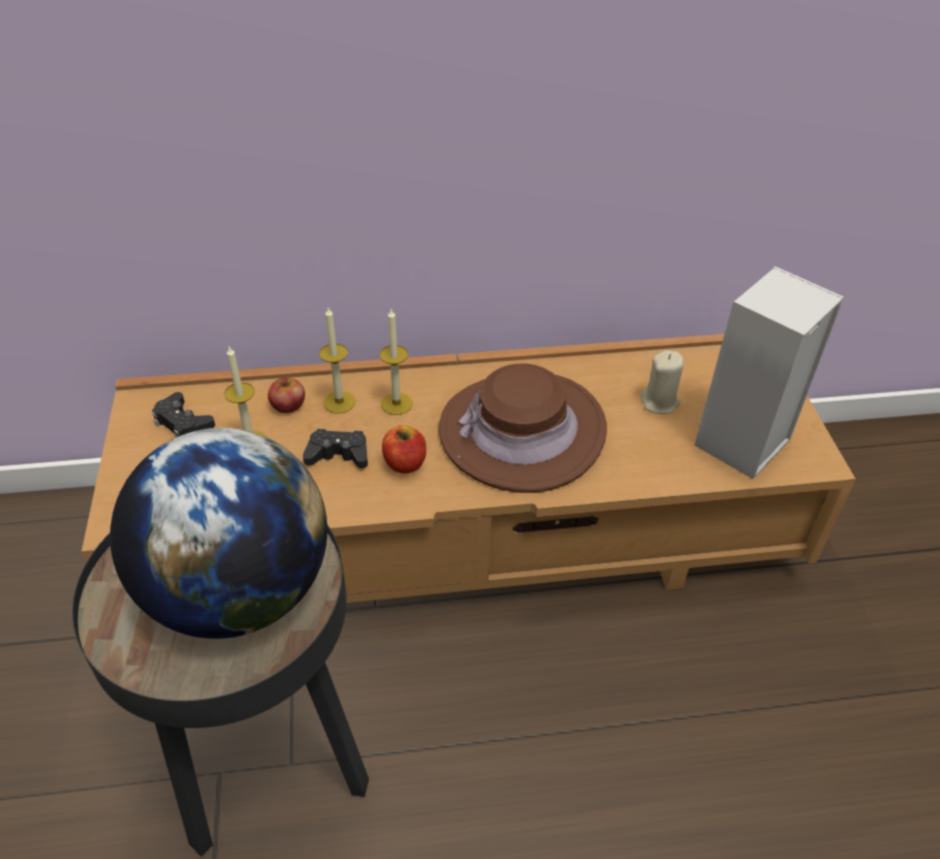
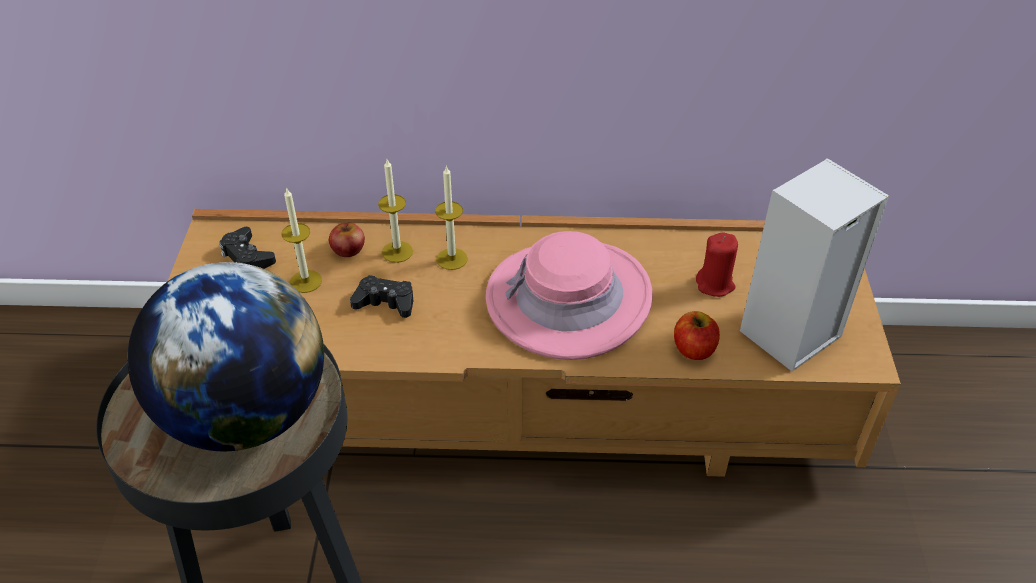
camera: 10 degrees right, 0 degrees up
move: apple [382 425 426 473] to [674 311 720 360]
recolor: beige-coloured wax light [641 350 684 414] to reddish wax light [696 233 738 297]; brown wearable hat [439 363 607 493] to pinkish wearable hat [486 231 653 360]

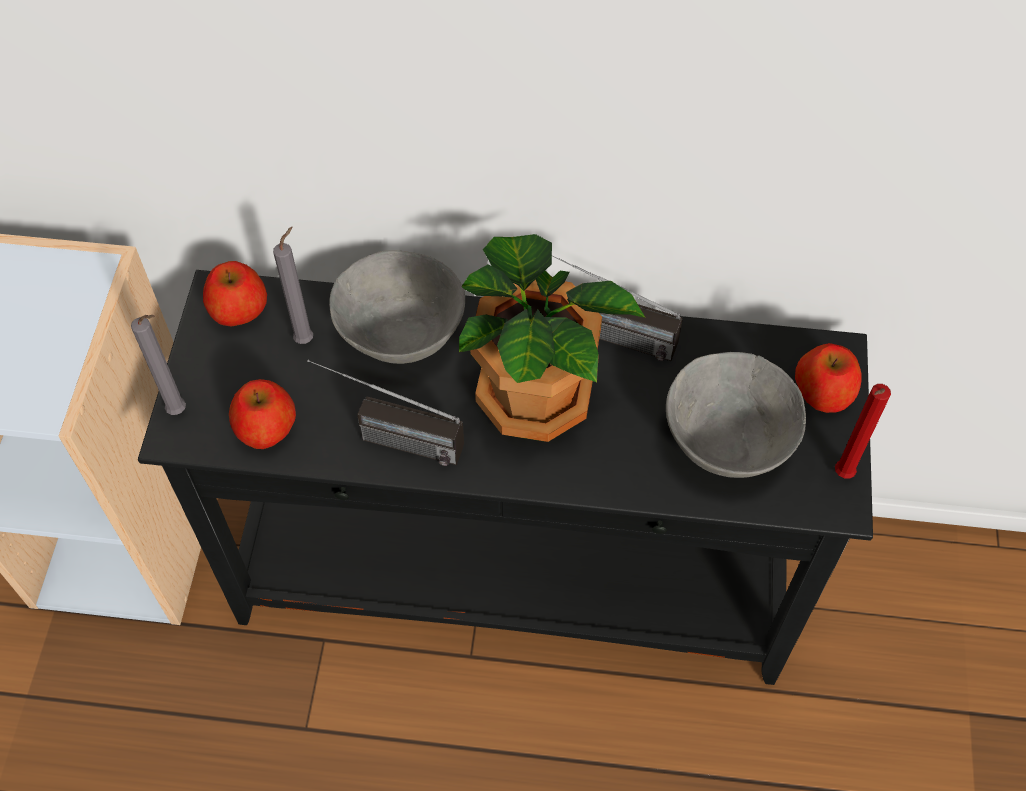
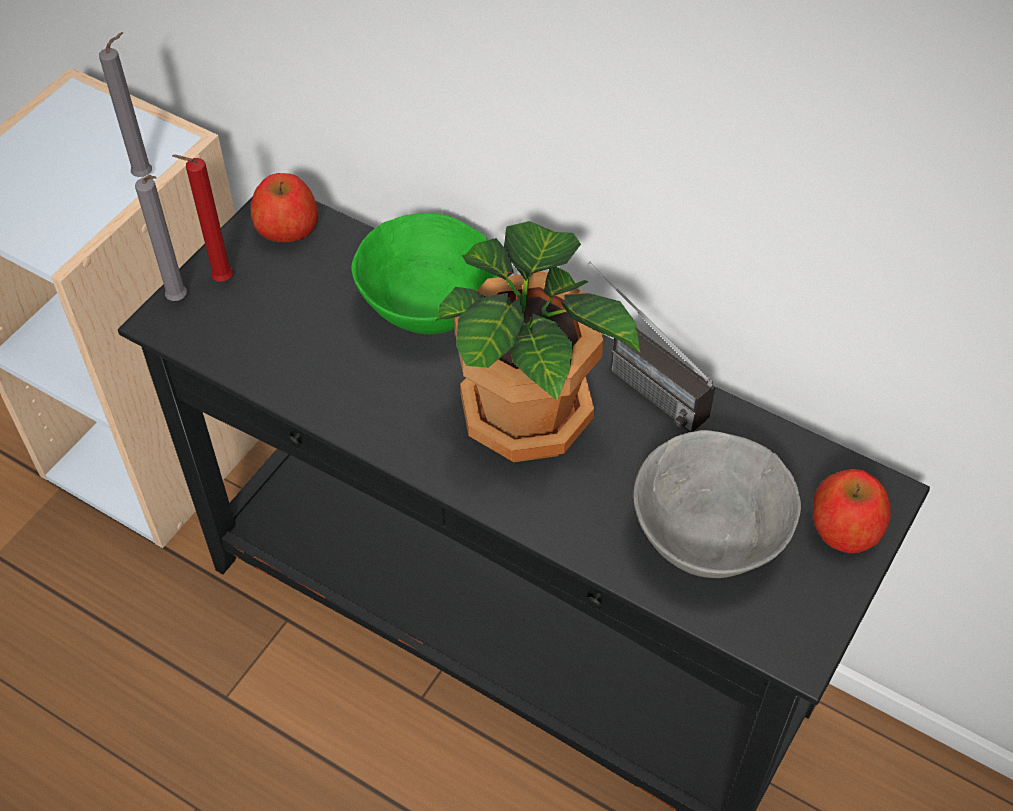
camera: 25 degrees right, 5 degrees down
delete: radio set [307 360 464 466]; apple [229 379 296 449]
move: greyish wax light [273 227 313 344] to [99 32 152 177]; reddish wax light [835 384 891 479] to [172 154 233 282]
recolor: greyish deep dish [329 250 465 364] to green-coloured deep dish [351 213 498 334]

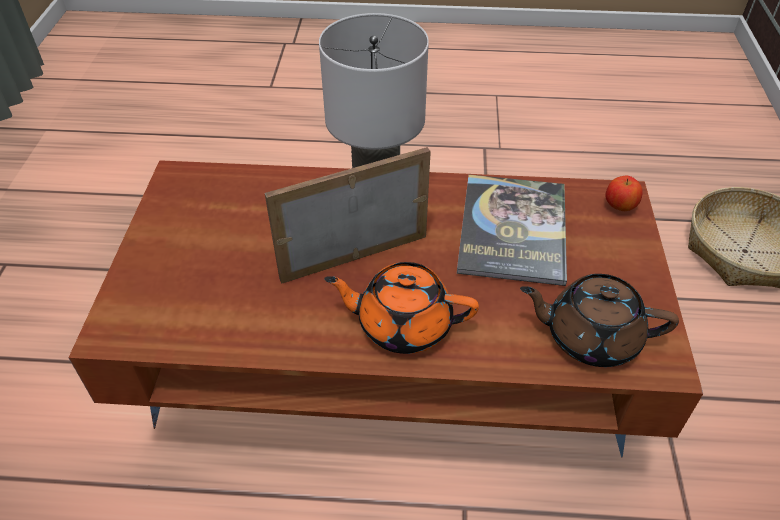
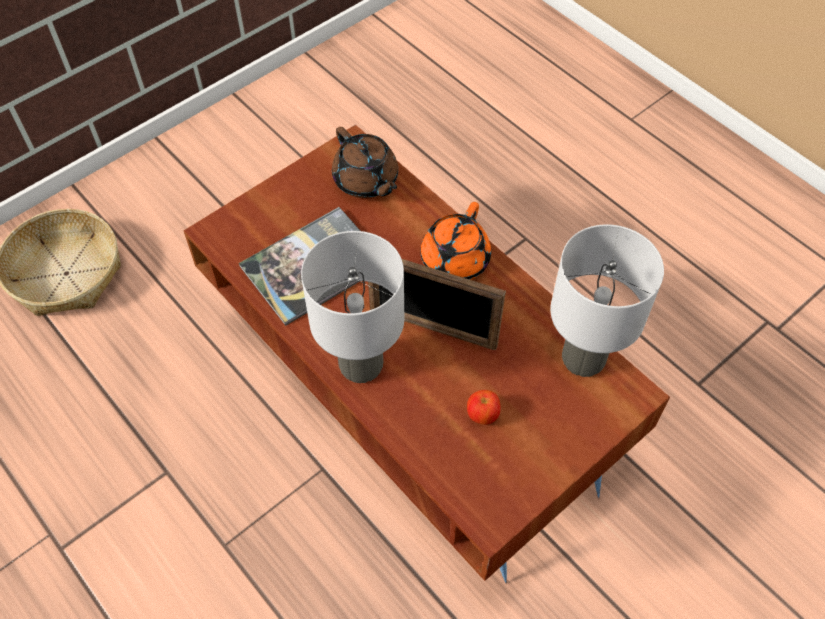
camera: 135 degrees left, 10 degrees up
insert: white-coloured table lamp [550 224 664 377]
move: apple [605 176 643 211] to [467 390 501 425]
rotate: orangey tea pot [324 262 479 354] = [420 202 491 280] 60 degrees clockwise

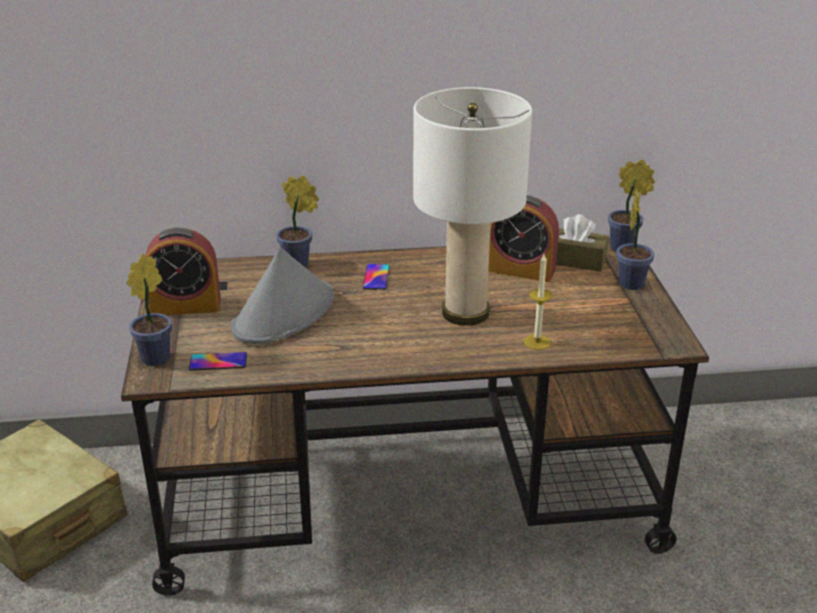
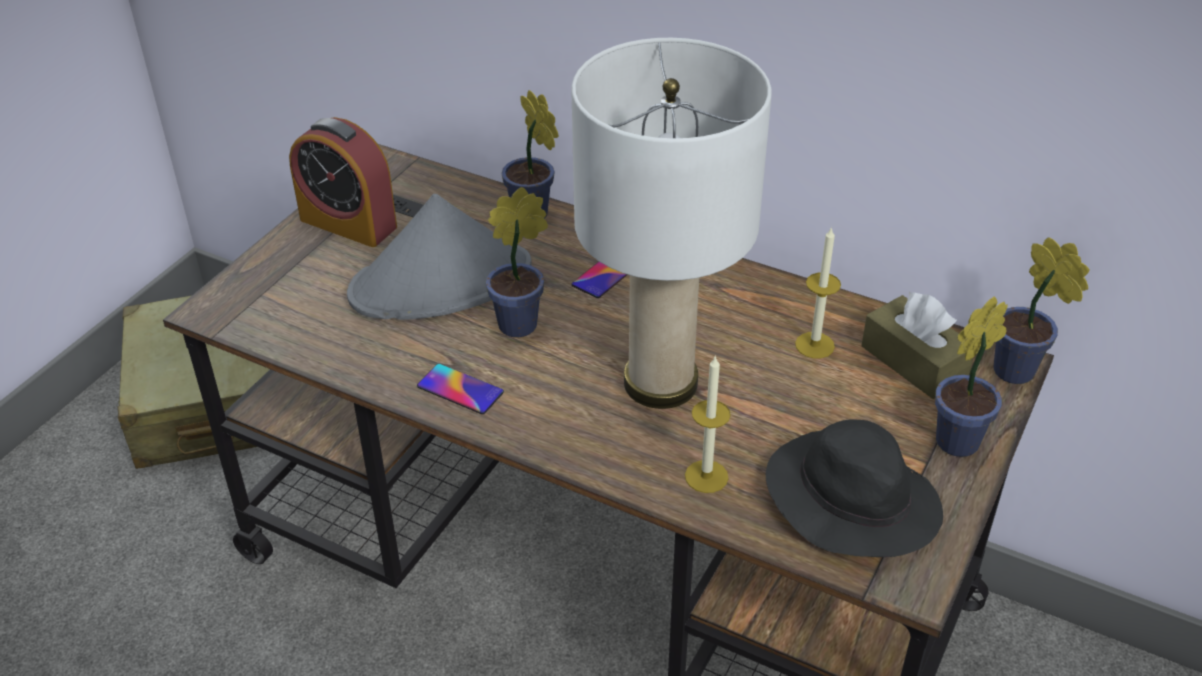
camera: 35 degrees right, 10 degrees up
insert: black-coloured wearable hat [766 419 943 557]
move: potted plant [127 254 172 366] to [486 187 548 337]; handset [189 352 247 371] to [417 364 504 414]
replace: table clock [488 195 559 282] to wax light [795 227 841 359]

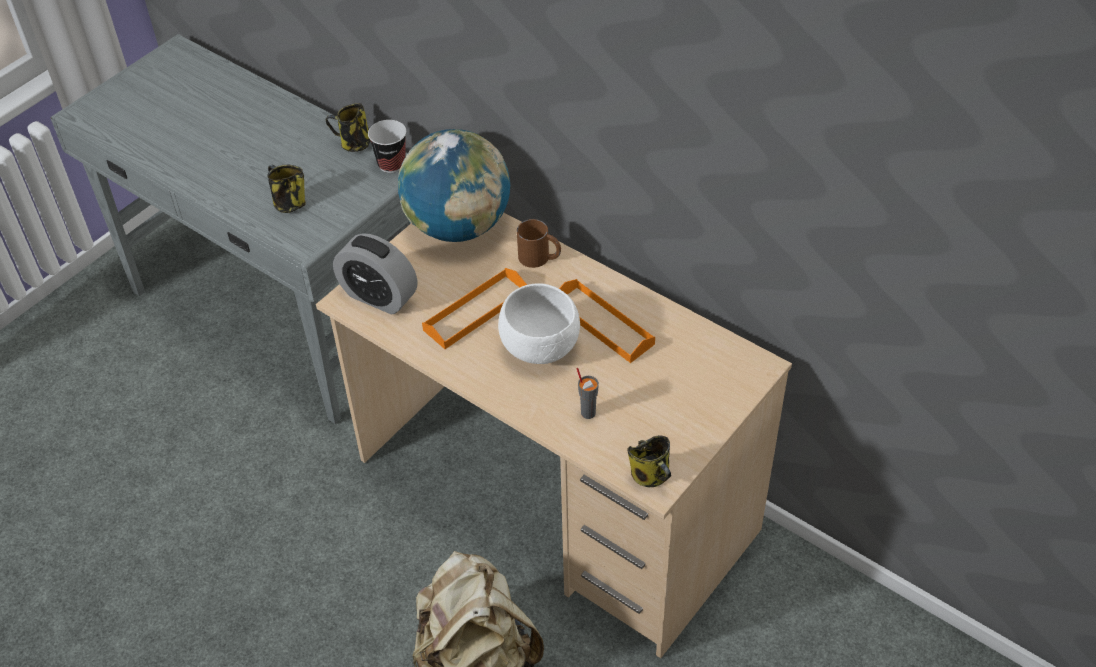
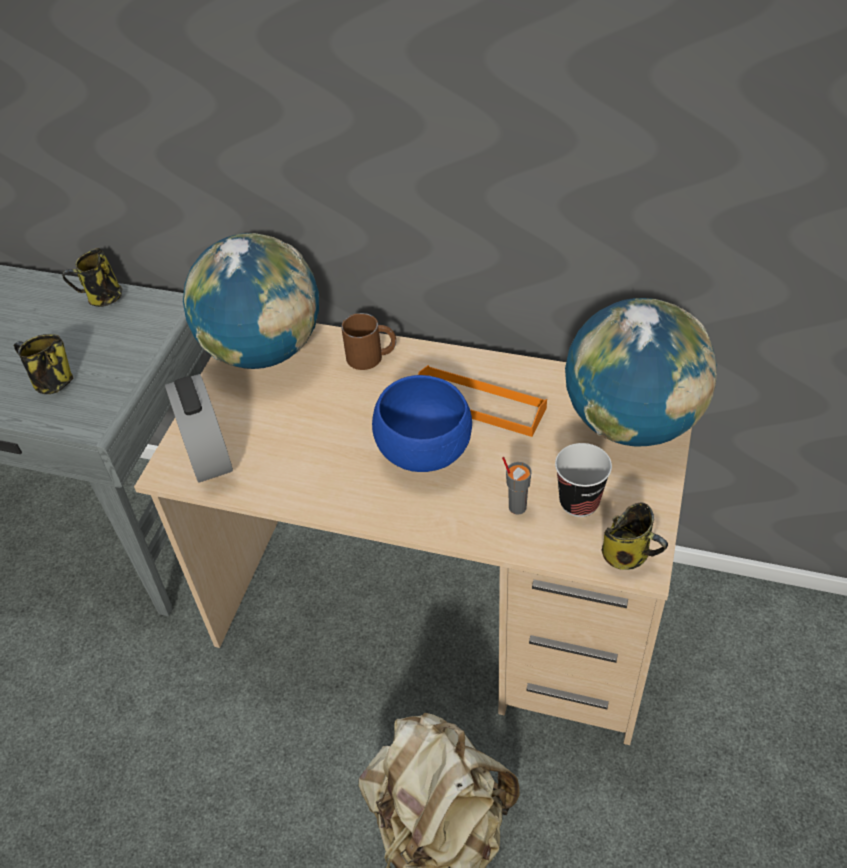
camera: 20 degrees left, 0 degrees up
delete: orangey carrying tray [422 268 527 349]
insert: world globe [565 298 717 446]
move: cup [368 120 406 173] to [555 443 612 517]
recolor: white-coloured deep dish [498 283 580 364] to blue deep dish [372 375 472 472]
rotate: table clock [333 234 417 315] = [165 374 233 483] 120 degrees counterclockwise

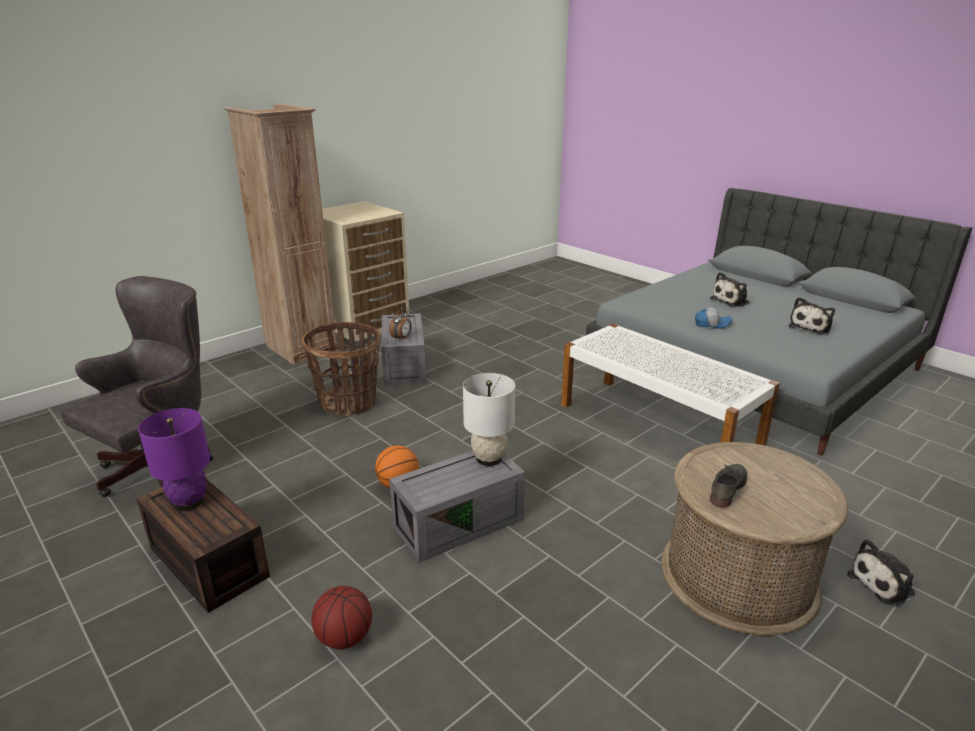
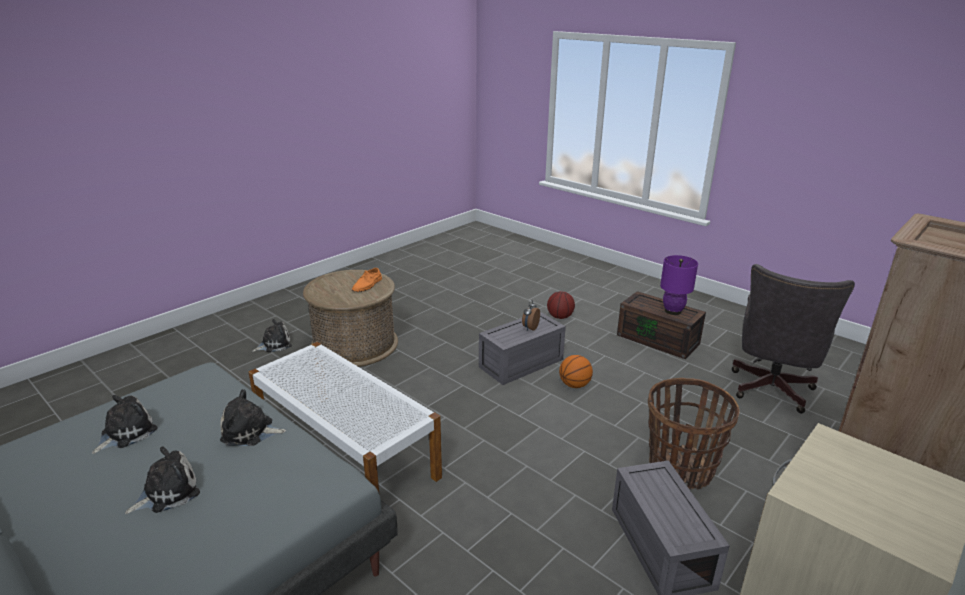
camera: 175 degrees right, 0 degrees up
delete: white-coloured table lamp [463 373 515 466]
move: table clock [389 308 412 340] to [522 300 540 331]
replace: peaked cap [695 307 732 329] to cuddly toy [220 389 286 446]
recolor: greyish item of footwear [710 464 747 508] to orangey item of footwear [352 268 382 292]

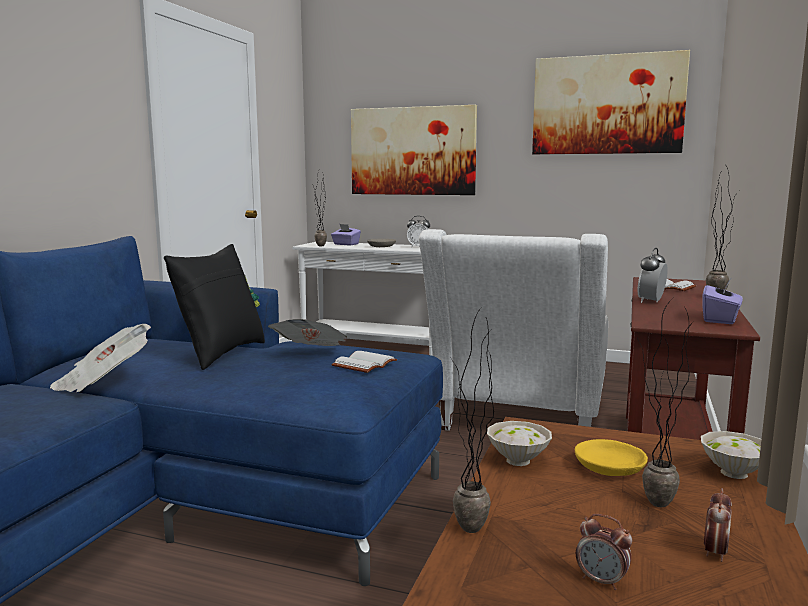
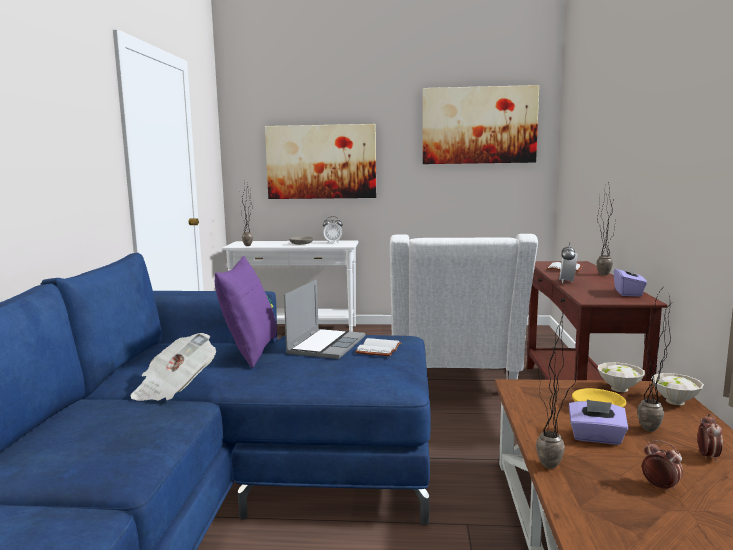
camera: 15 degrees left, 0 degrees up
move: purple-coloured tissue box [331 224 361 245] to [569 400 628 445]; white-coloured deep dish [487 421 552 466] to [598 362 645 392]
replace: newspaper [268 319 347 346] to notebook computer [284 279 365 359]
recolor: black-coloured cushion [164 244 265 370] to purple-coloured cushion [215 256 277 368]
rotate: table clock [576 514 632 590] = [642 440 683 492] 150 degrees counterclockwise

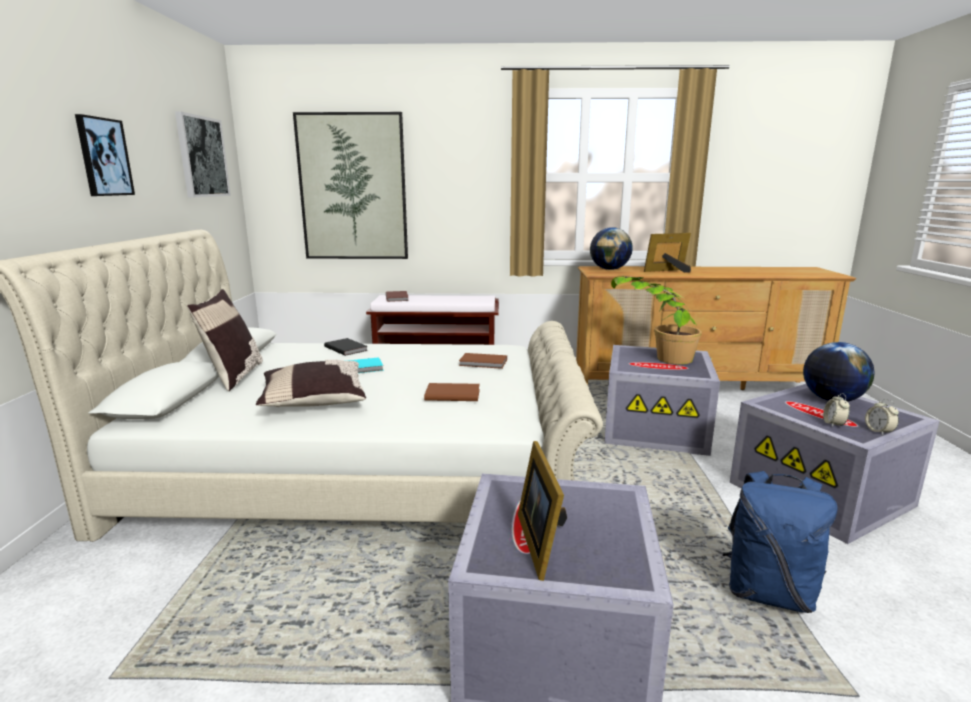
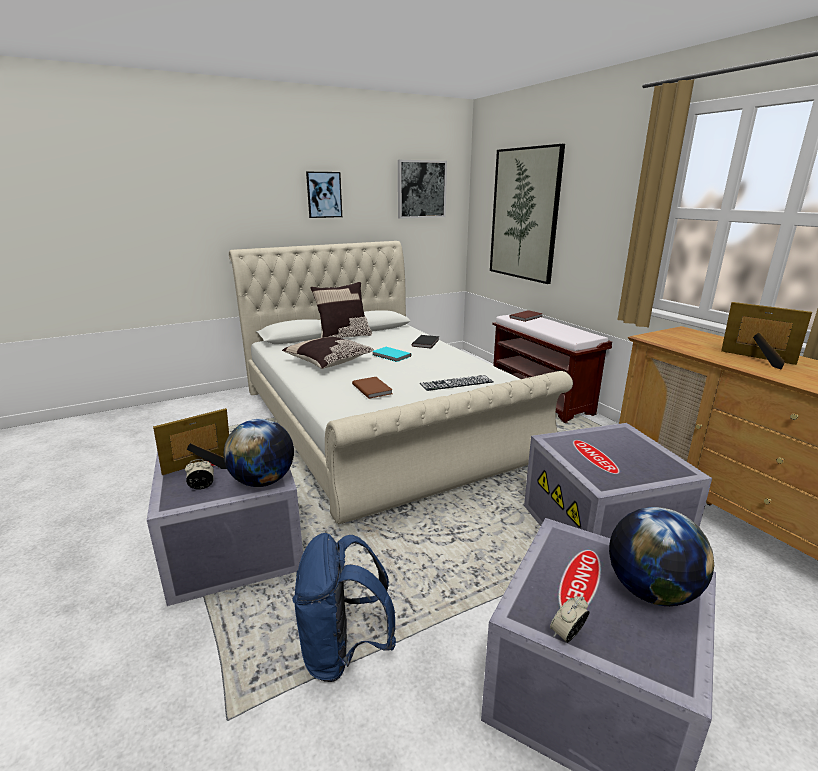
camera: 60 degrees right, 5 degrees up
delete: potted plant [611 275 702 365]
move: world globe [590 227 633 270] to [223 419 294 487]; table clock [823 393 850 427] to [185 459 214 490]
replace: brown book [459 353 507 369] to computer keyboard [420 375 494 391]

